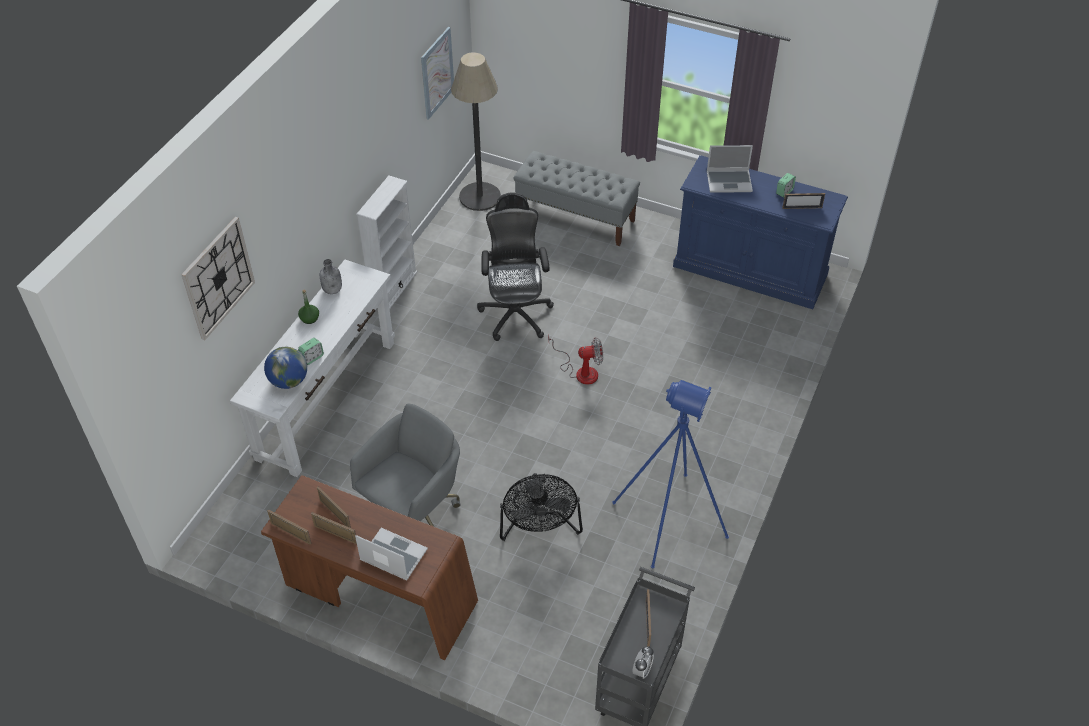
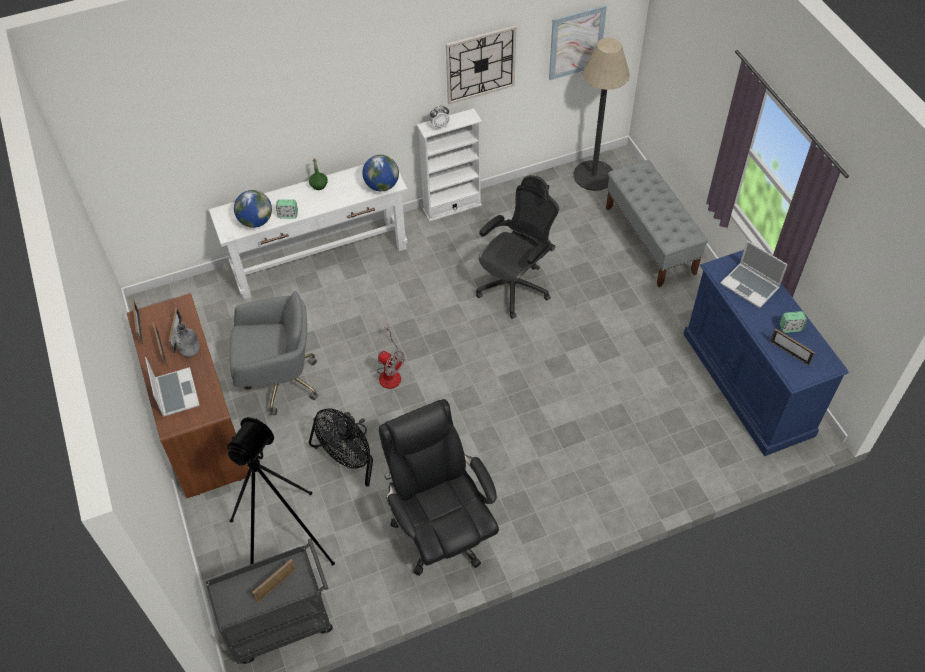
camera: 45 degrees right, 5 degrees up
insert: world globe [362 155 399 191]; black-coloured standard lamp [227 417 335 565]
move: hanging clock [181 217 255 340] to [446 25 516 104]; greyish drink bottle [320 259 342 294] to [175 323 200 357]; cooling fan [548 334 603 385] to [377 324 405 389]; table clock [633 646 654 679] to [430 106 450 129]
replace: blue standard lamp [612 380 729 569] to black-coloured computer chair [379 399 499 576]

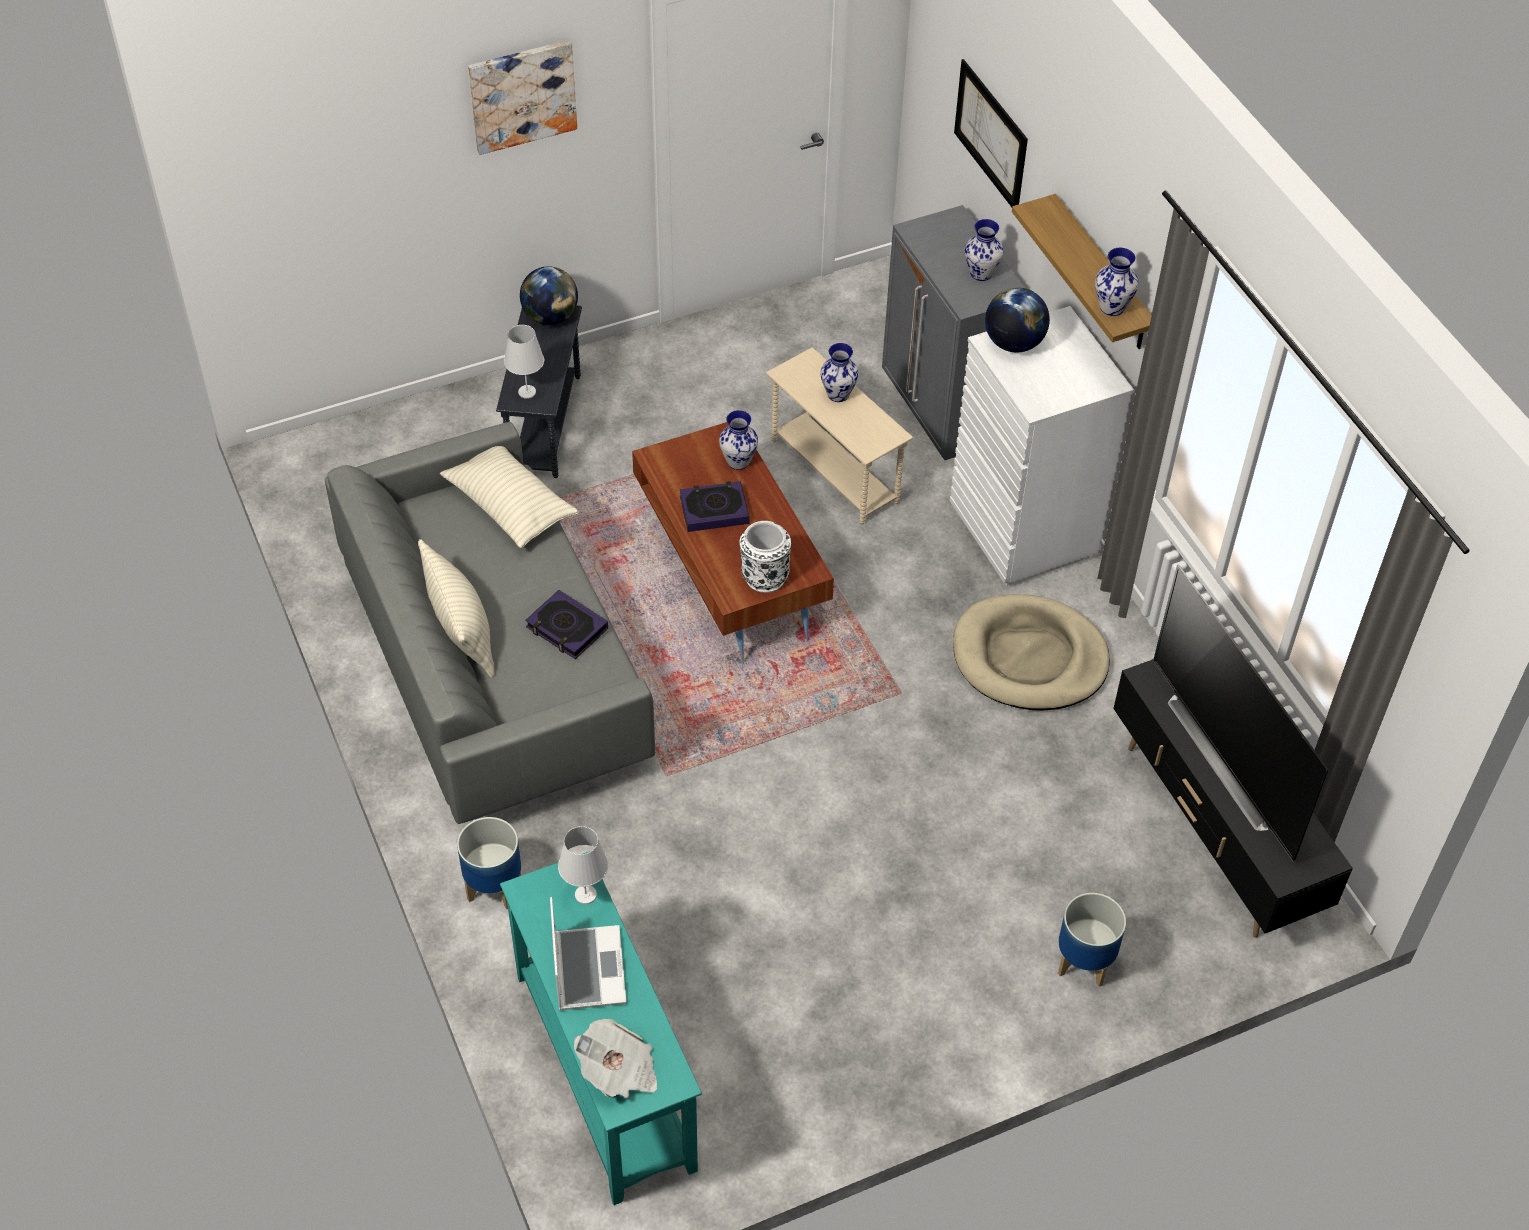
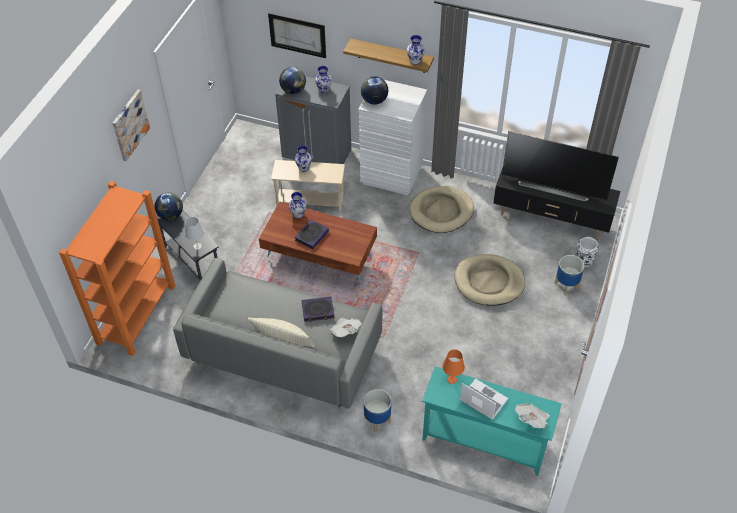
camera: 45 degrees left, 0 degrees up
delete: beige-coloured cushion [440 446 579 548]
insert: world globe [279 67 306 94]; orangey shelving unit [59 181 175 356]; beige-coloured dog cushion [455 254 525 306]; newspaper [330 318 362 337]
move: white-coloured flower vase [740 521 791 593] to [575 237 599 267]
recolor: white-coloured table lamp [558 826 608 904] to orangey table lamp [442 349 465 384]

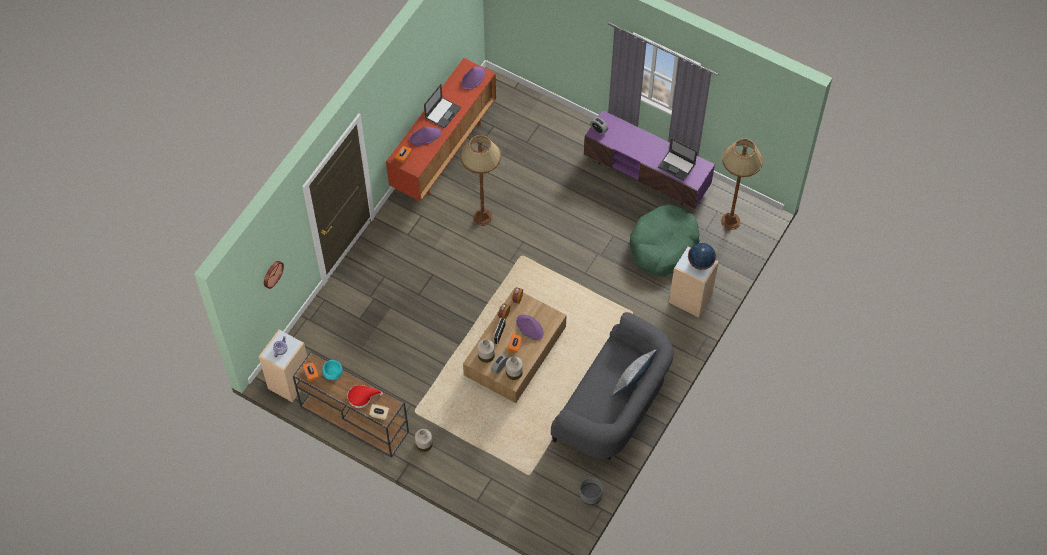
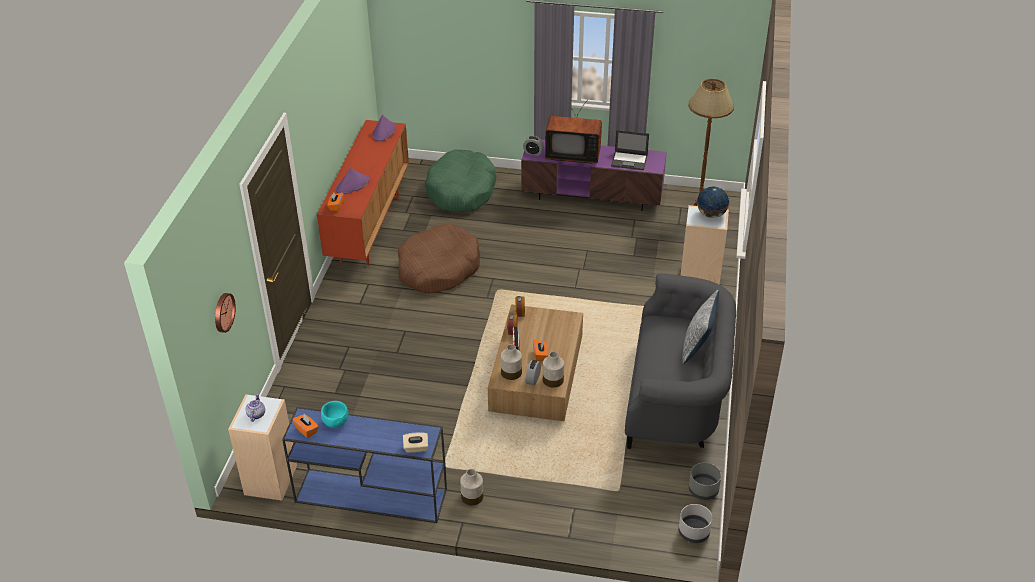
camera: 20 degrees left, 20 degrees down
delete: notebook computer [424 84 461 129]; purple-coloured wearable hat [516 315 544 340]; reddish wearable hat [347 385 383 408]
insert: TV set [545 100 602 164]; greyish plant pot [679 504 712 543]
move: green-coloured dog cushion [630 204 700 276] to [425 150 496 212]
replace: brown standard lamp [460 135 501 226] to brown dog cushion [398 224 480 294]
recolor: brown narrow table [293 351 409 458] to blue narrow table [282 407 447 523]

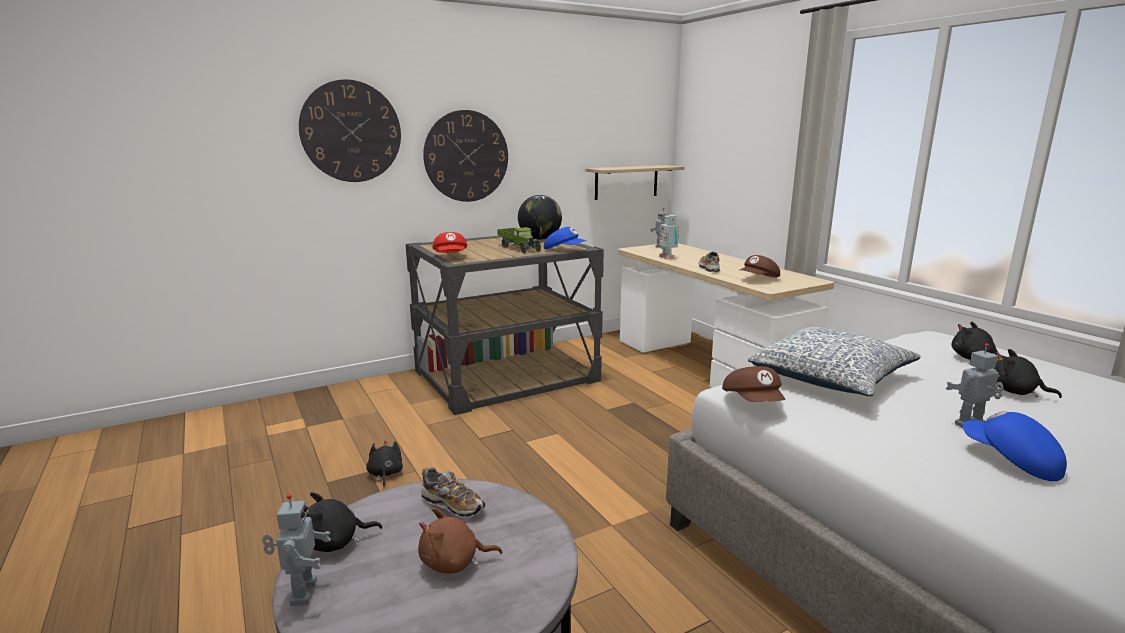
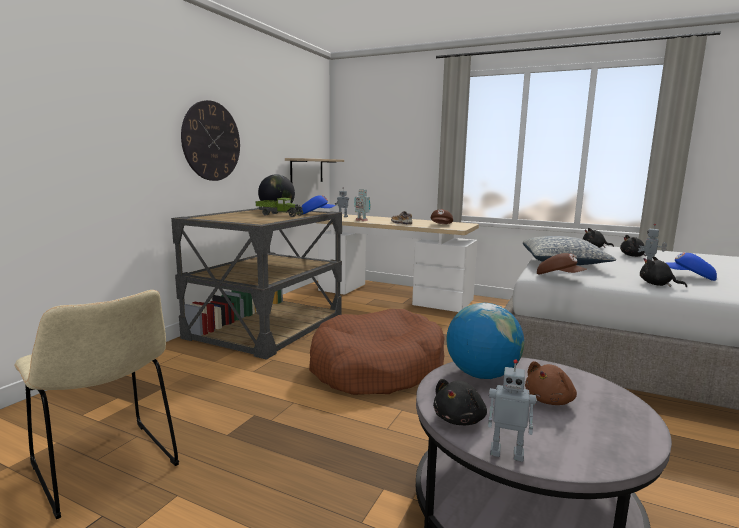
camera: 35 degrees left, 5 degrees down
delete: hanging clock [299 79 401 182]; reddish peaked cap [432 232 467 253]
insert: beige-coloured plain chair [14 290 179 519]; brown dog cushion [309 309 445 395]
move: black-coloured cuddly toy [366 440 403 487] to [640 256 687 287]
replace: item of footwear [421 467 485 519] to world globe [447 303 524 379]
rotate: model robot [262 494 331 606] = [488 359 537 462] 150 degrees clockwise

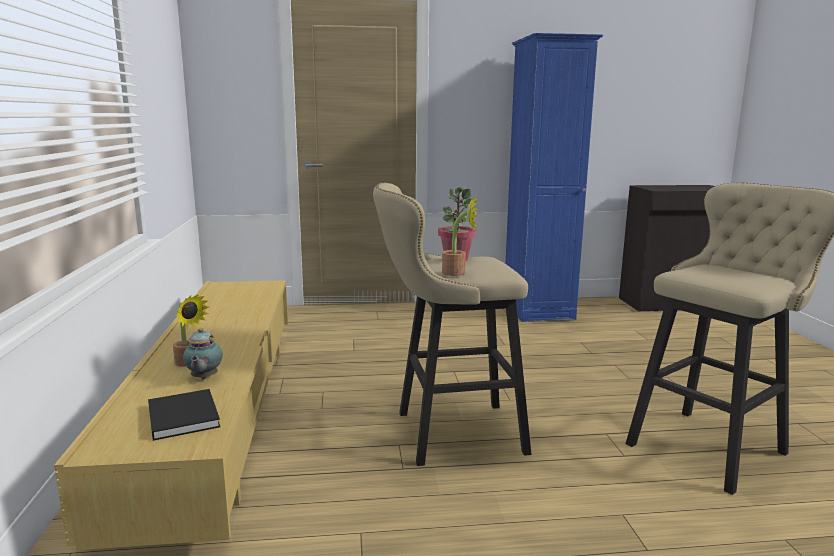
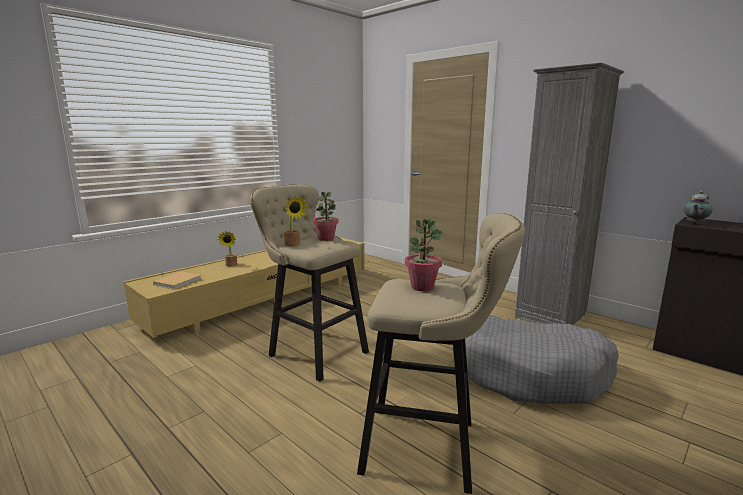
camera: 50 degrees right, 0 degrees up
insert: potted plant [405 218 444 291]; greyish dog cushion [453 315 619 404]
move: tea pot [183 328 223 380] to [684 191 713 224]
recolor: blue storage cabinet [505 33 603 322] to greyish storage cabinet [515 63 624 325]; black-coloured book [148 389 220 441] to beige-coloured book [153 272 201 290]

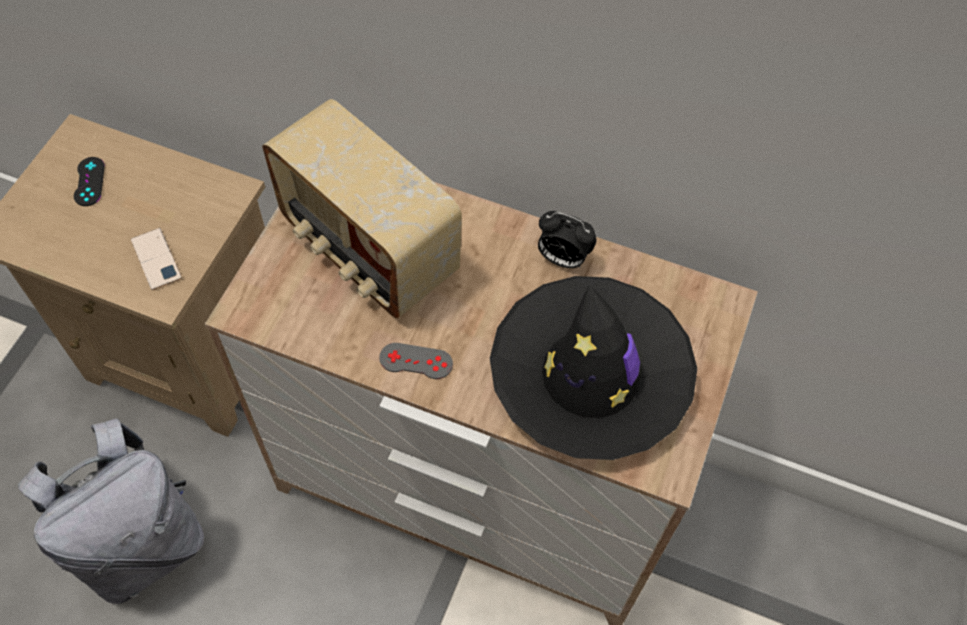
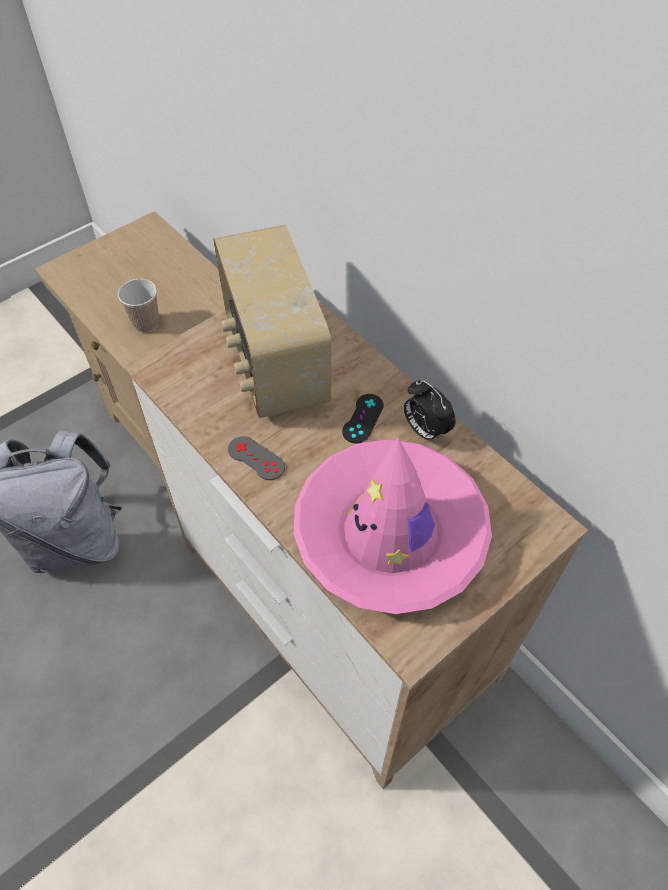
camera: 30 degrees right, 5 degrees down
move: black-coloured joypad [74 157 105 206] to [342 394 384 444]
replace: handset [131 228 182 290] to cup [118 279 159 333]
recolor: black-coloured wearable hat [490 276 697 460] to pinkish wearable hat [293 437 492 614]

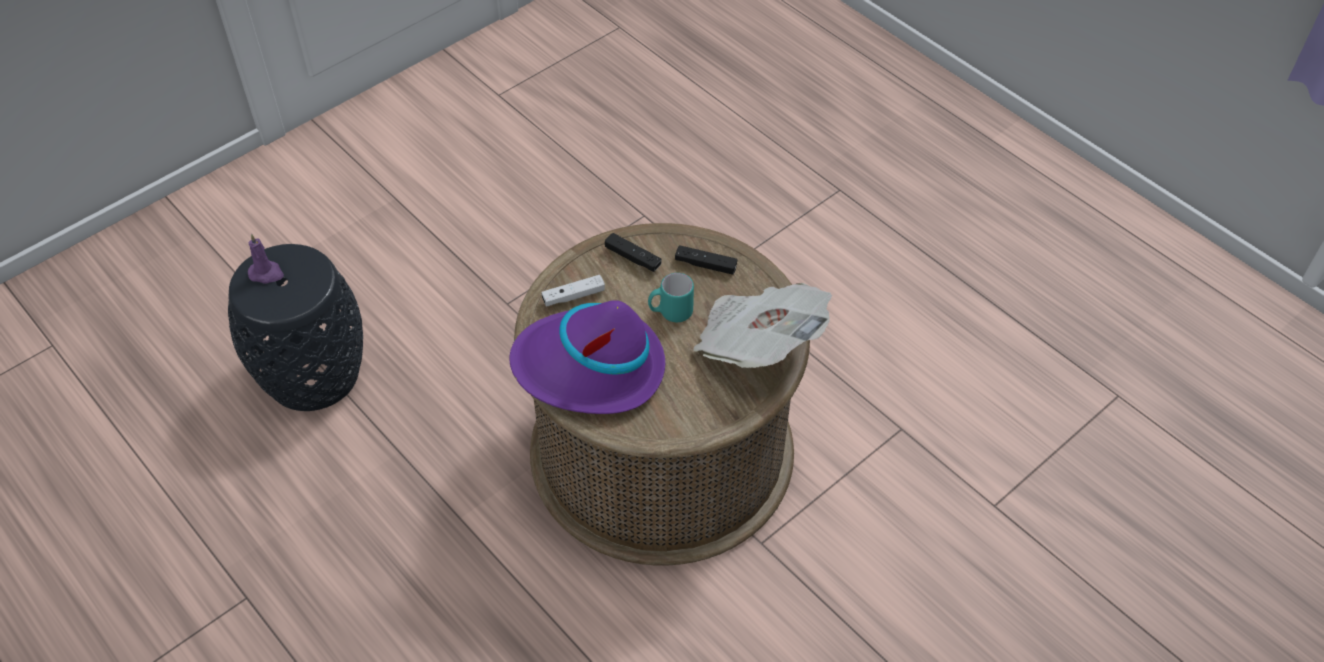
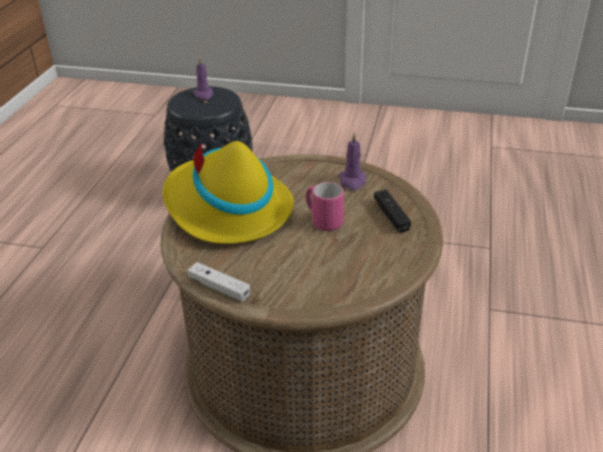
camera: 55 degrees right, 15 degrees down
delete: newspaper [693 283 832 368]
move: white-coloured joypad [541 275 605 306] to [187 262 250 302]
replace: black-coloured joypad [605 233 662 272] to purple-coloured wax light [338 133 366 190]
recolor: blue-green mug [648 273 694 322] to pinkish mug [306 182 344 231]; purple-coloured wearable hat [509 300 665 414] to yellow-coloured wearable hat [163 141 294 244]

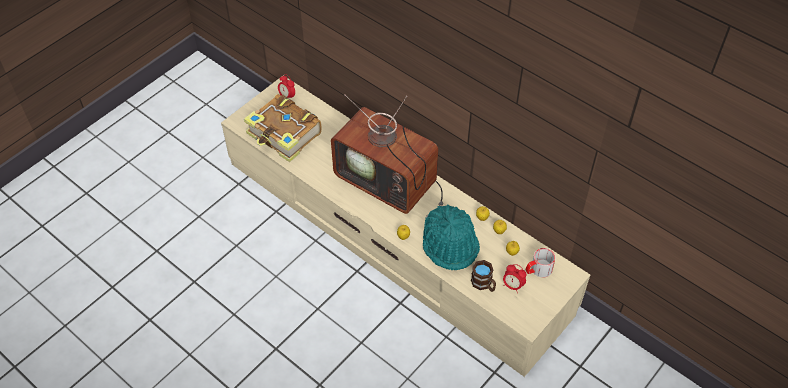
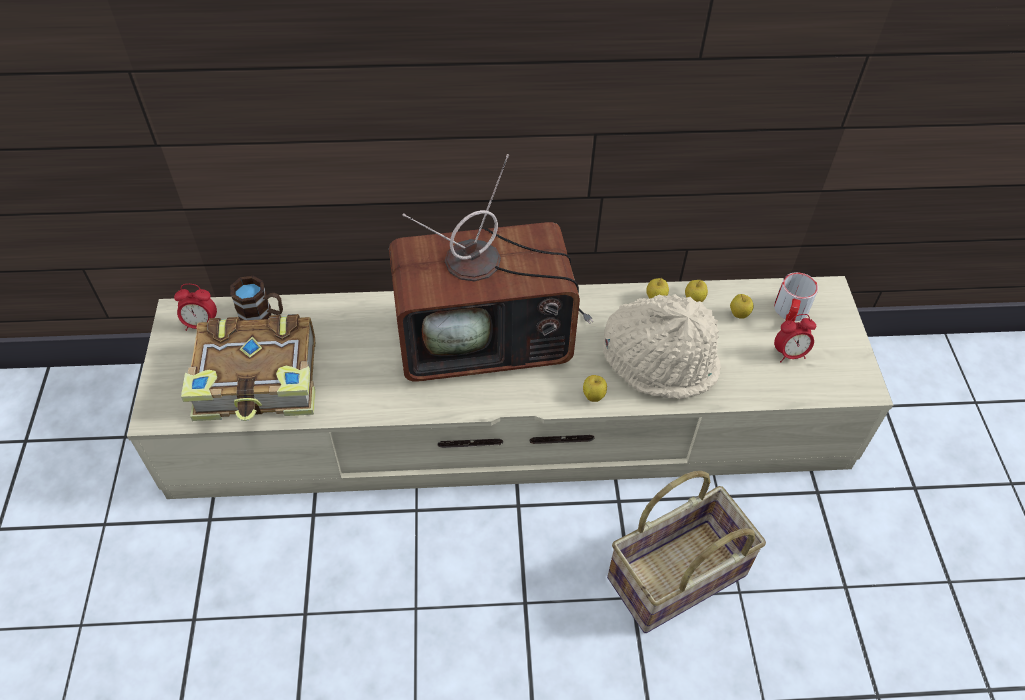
camera: 45 degrees left, 0 degrees up
insert: basket [607 471 766 633]
move: brown mug [471 260 496 292] to [230 276 283 321]
recolor: blue-green wearable hat [423 204 480 270] to beige-coloured wearable hat [603 294 721 399]

